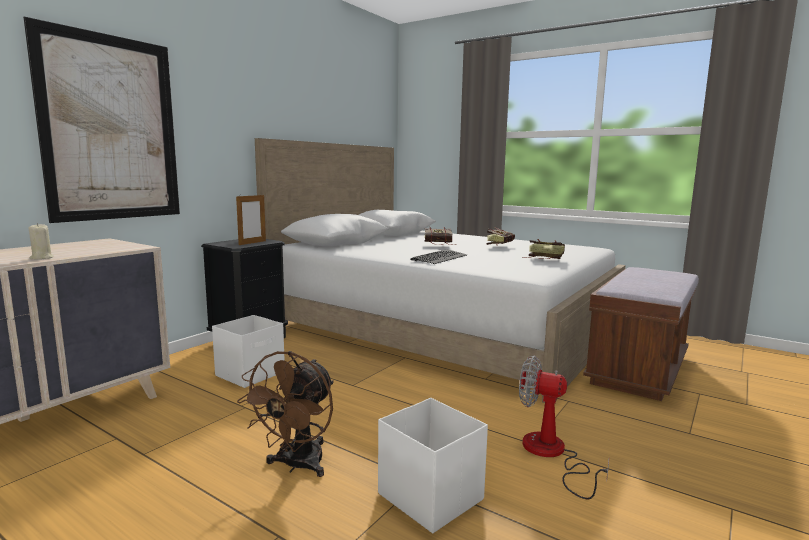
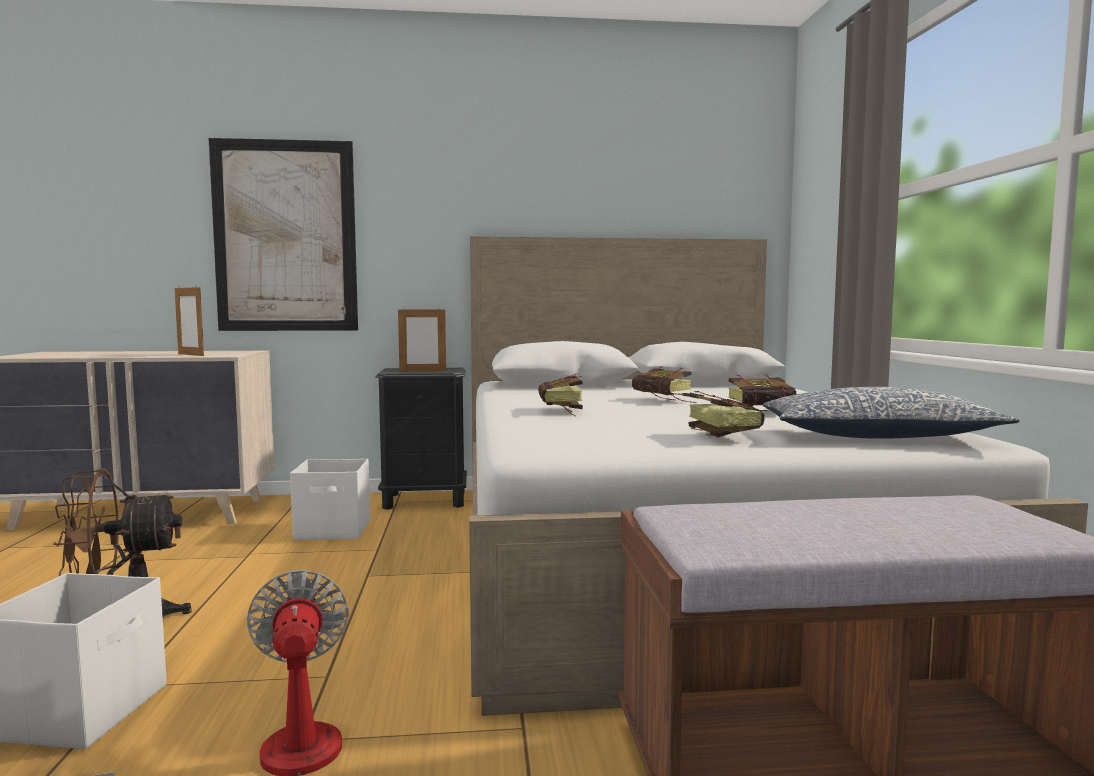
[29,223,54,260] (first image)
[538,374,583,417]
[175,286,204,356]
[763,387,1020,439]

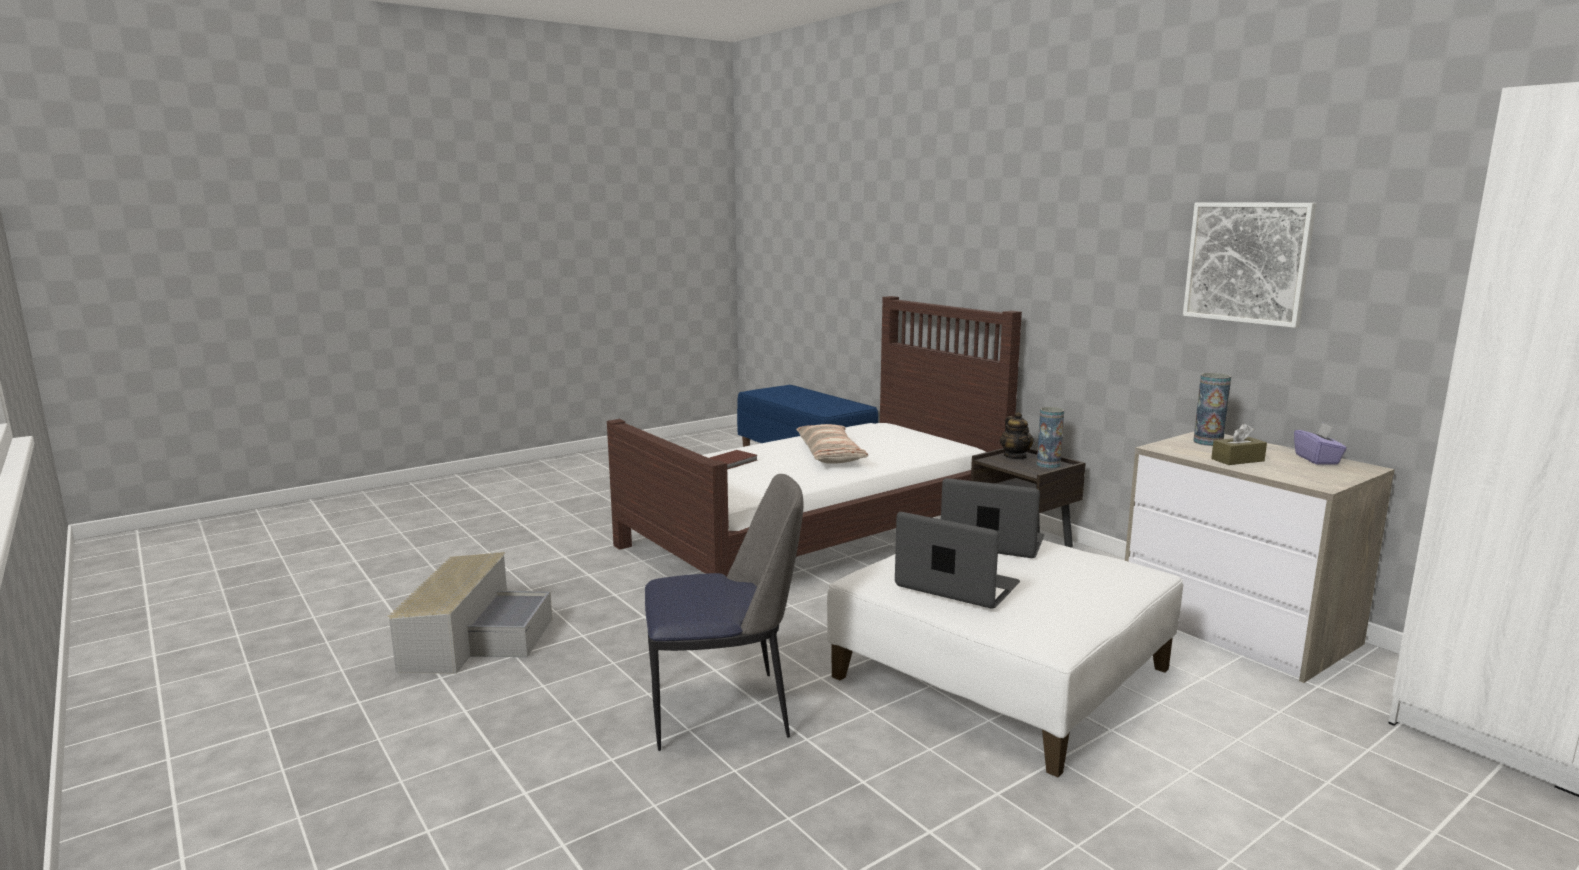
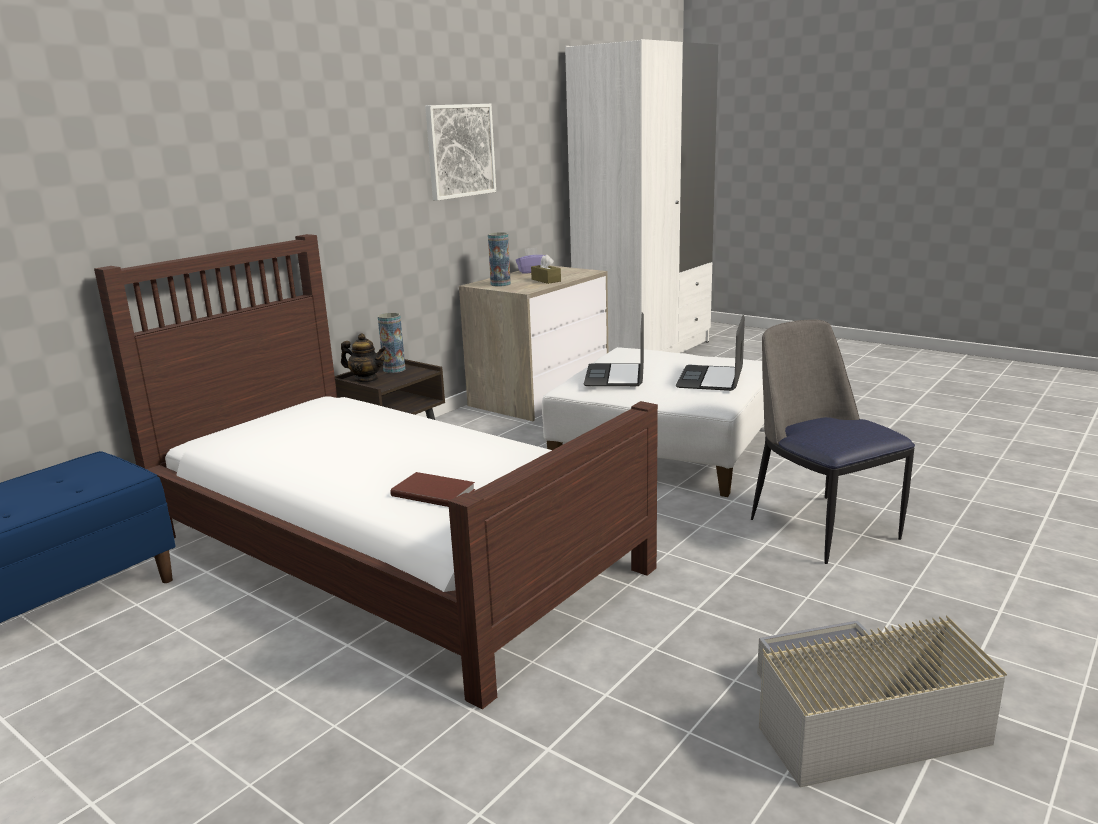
[796,424,868,464] (first image)
[341,333,386,382]

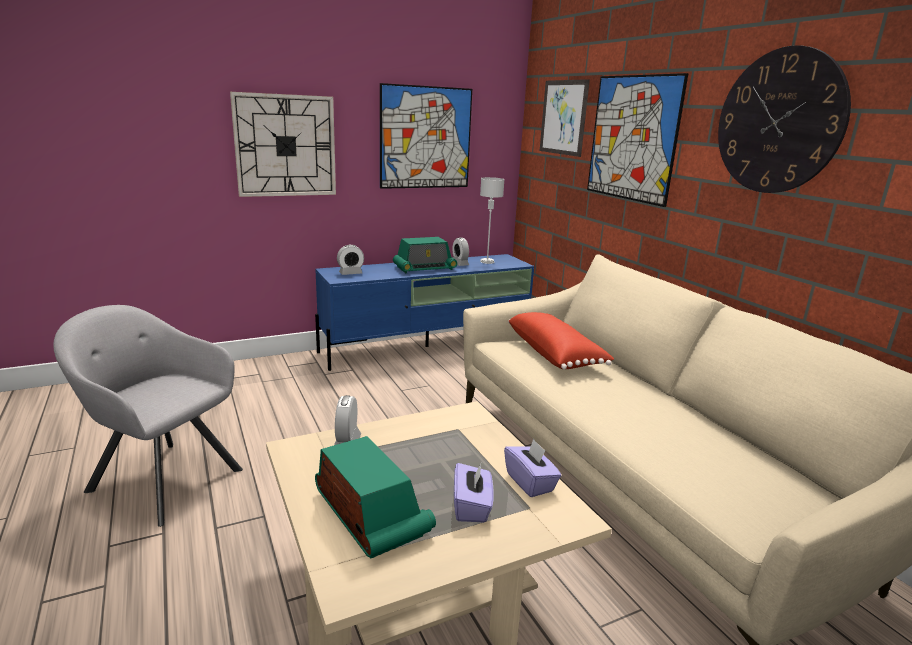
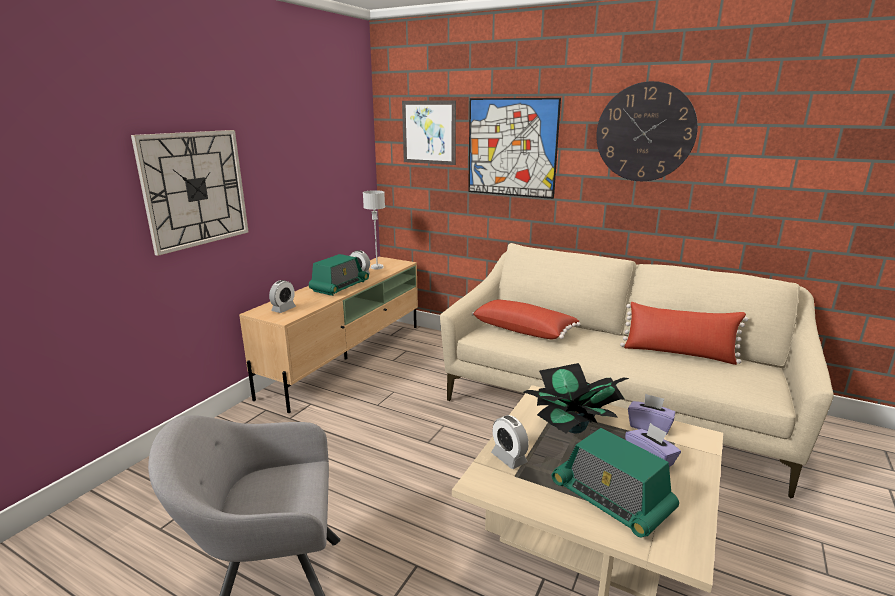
[239,257,418,413]
[552,428,679,538]
[380,83,472,189] (first image)
[523,363,629,434]
[620,302,749,365]

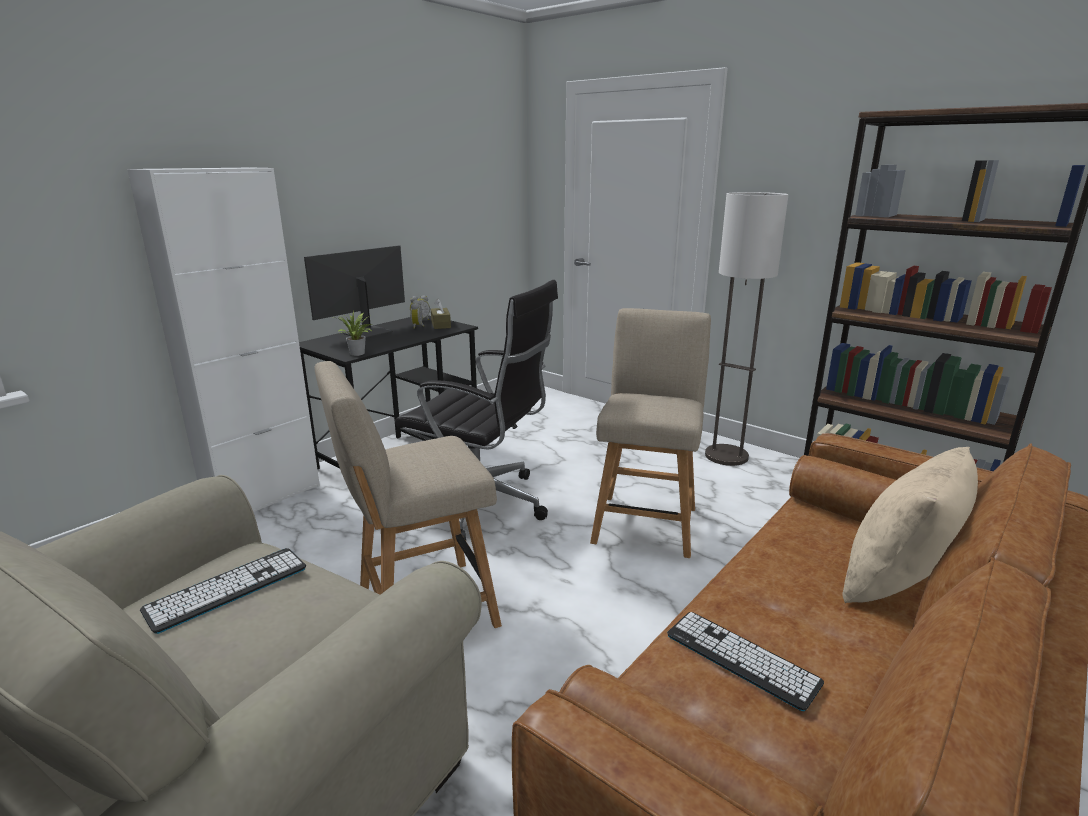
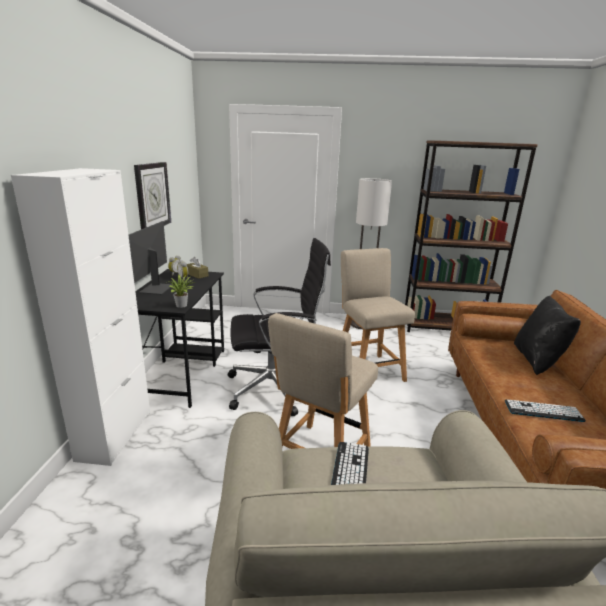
[514,296,581,375]
[134,162,171,229]

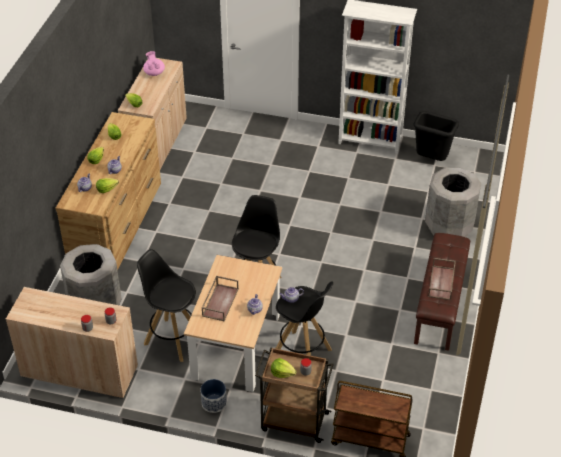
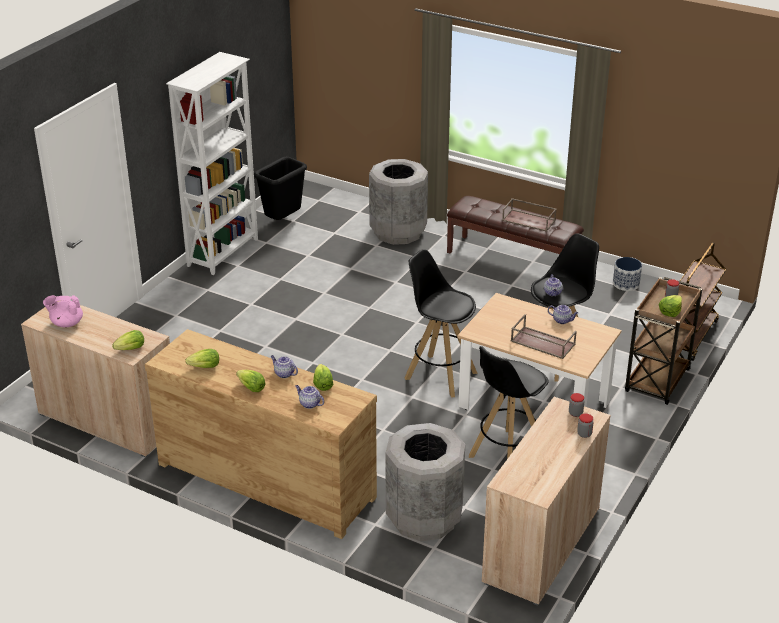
[613,257,642,291]

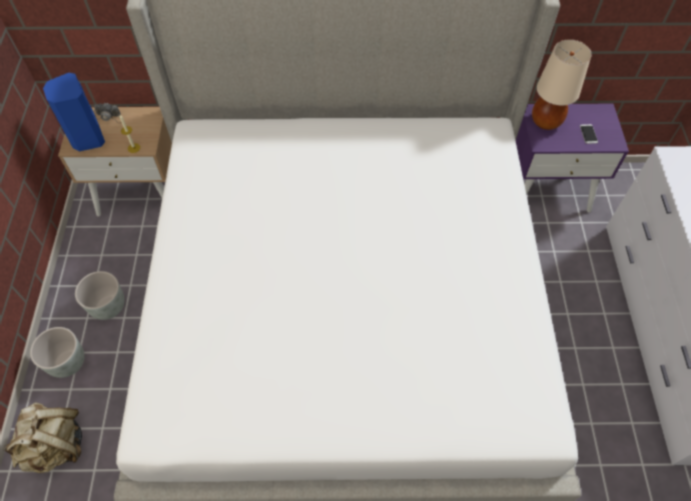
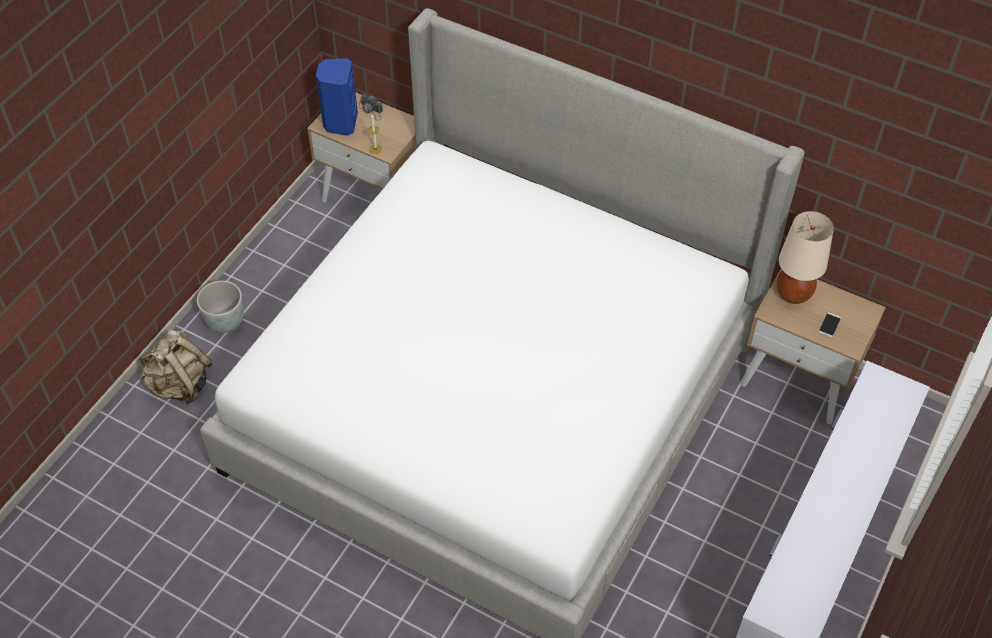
[75,271,125,320] (first image)
[741,269,886,424]

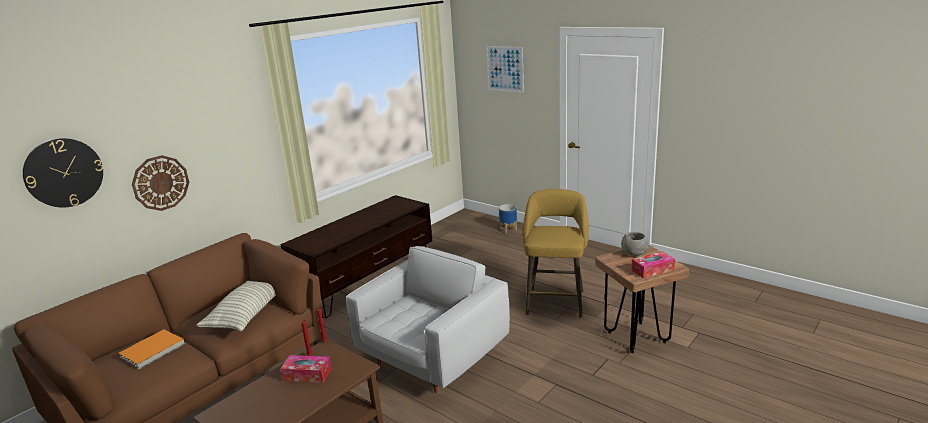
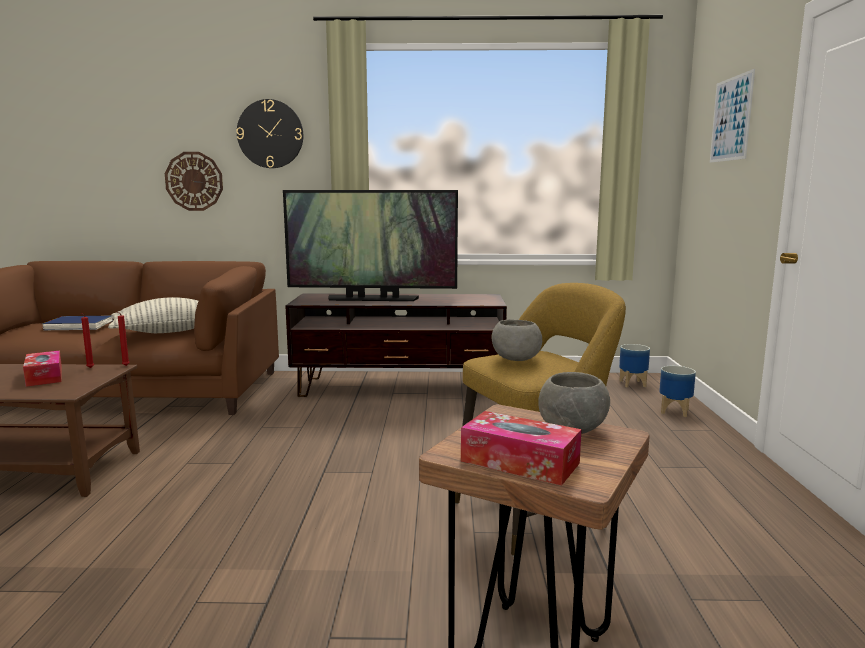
[236,99,303,168]
[42,316,113,330]
[346,246,510,393] (first image)
[283,190,458,301]
[492,319,542,361]
[619,344,650,387]

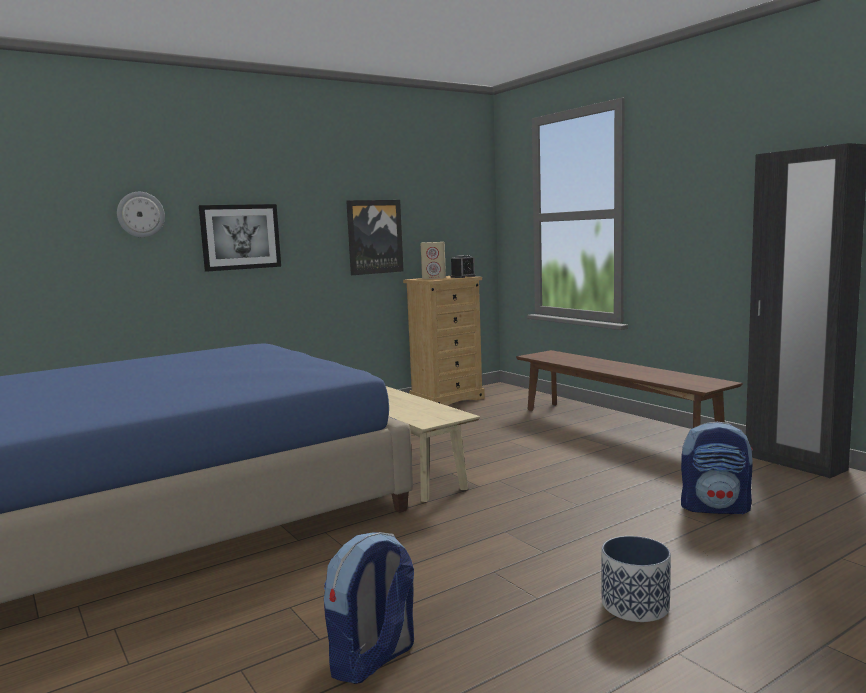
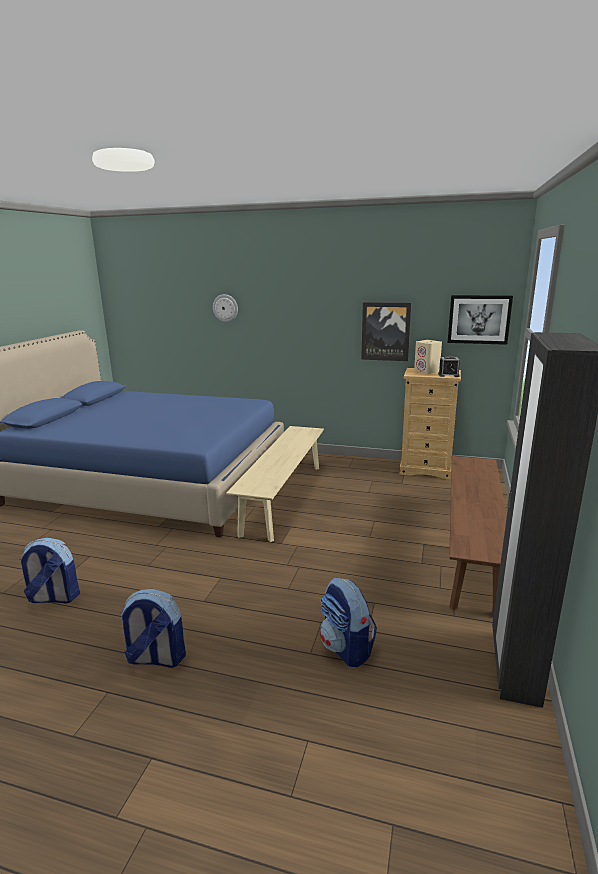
[448,295,513,345]
[121,589,186,668]

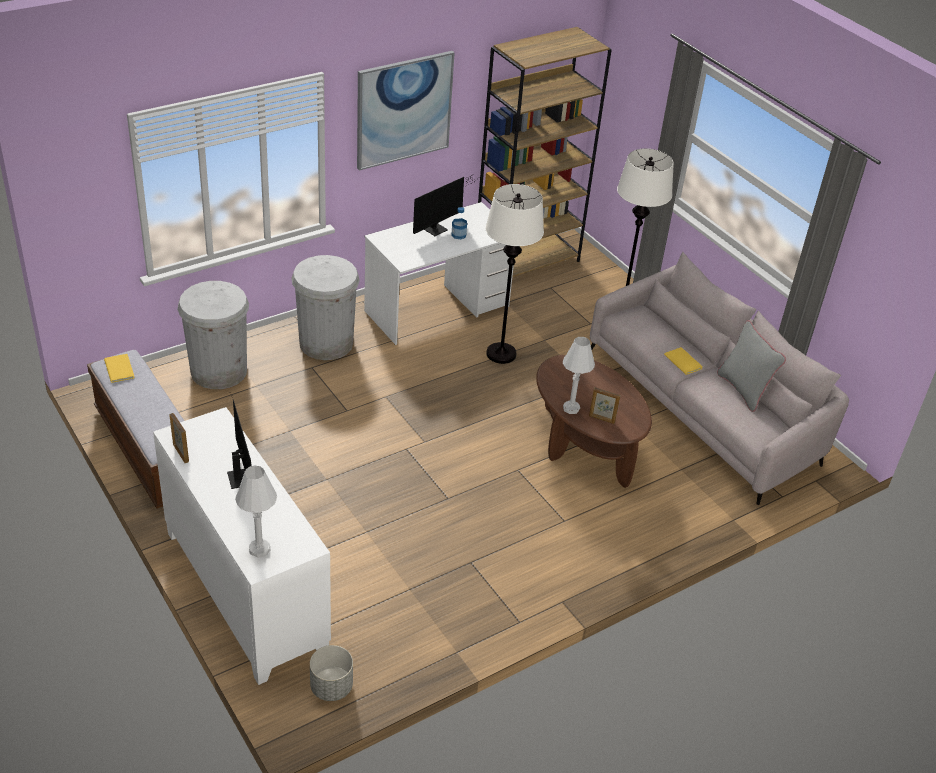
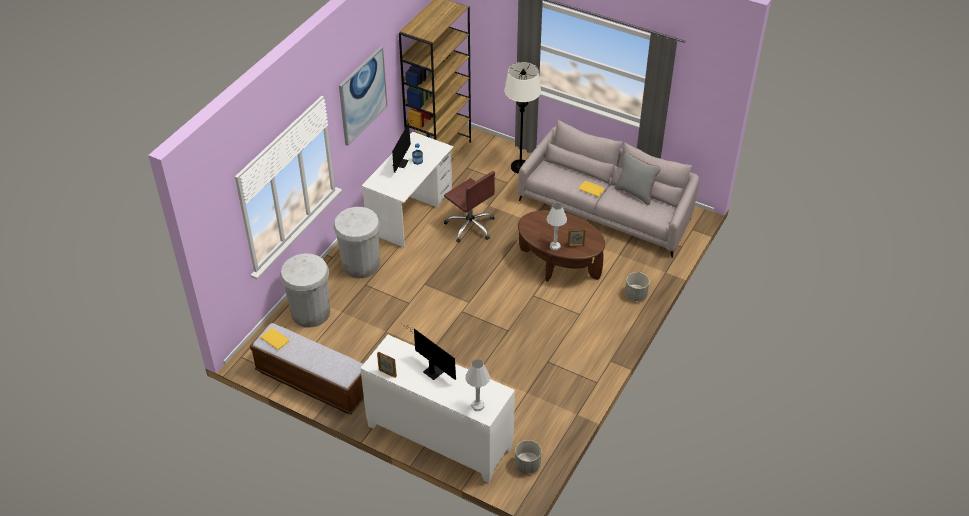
[444,171,495,243]
[625,272,649,301]

